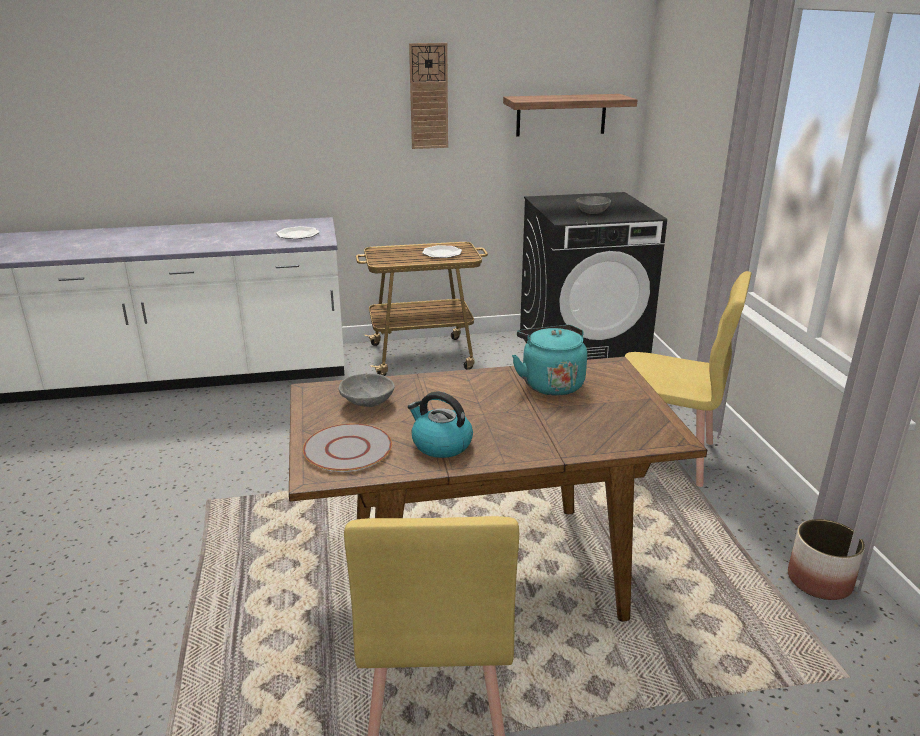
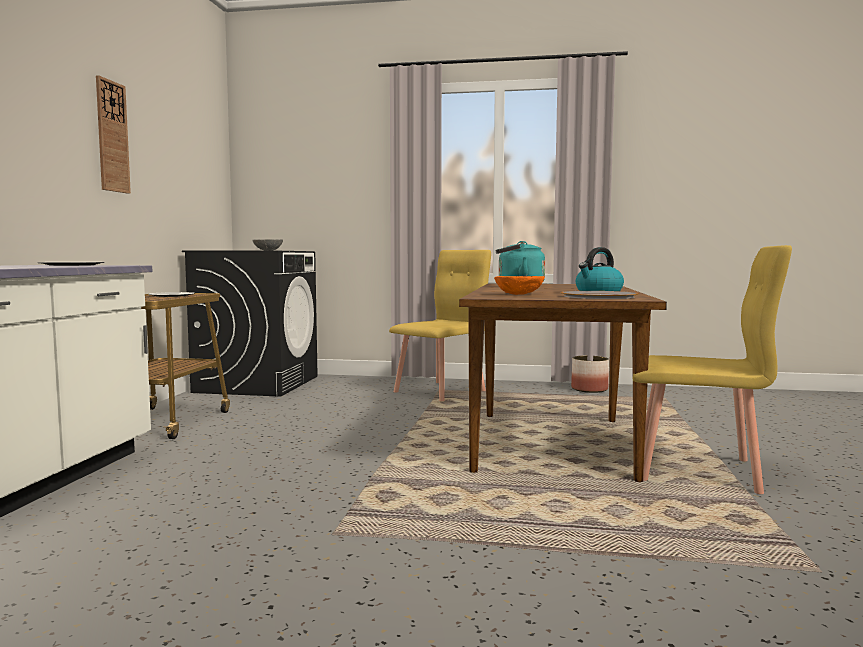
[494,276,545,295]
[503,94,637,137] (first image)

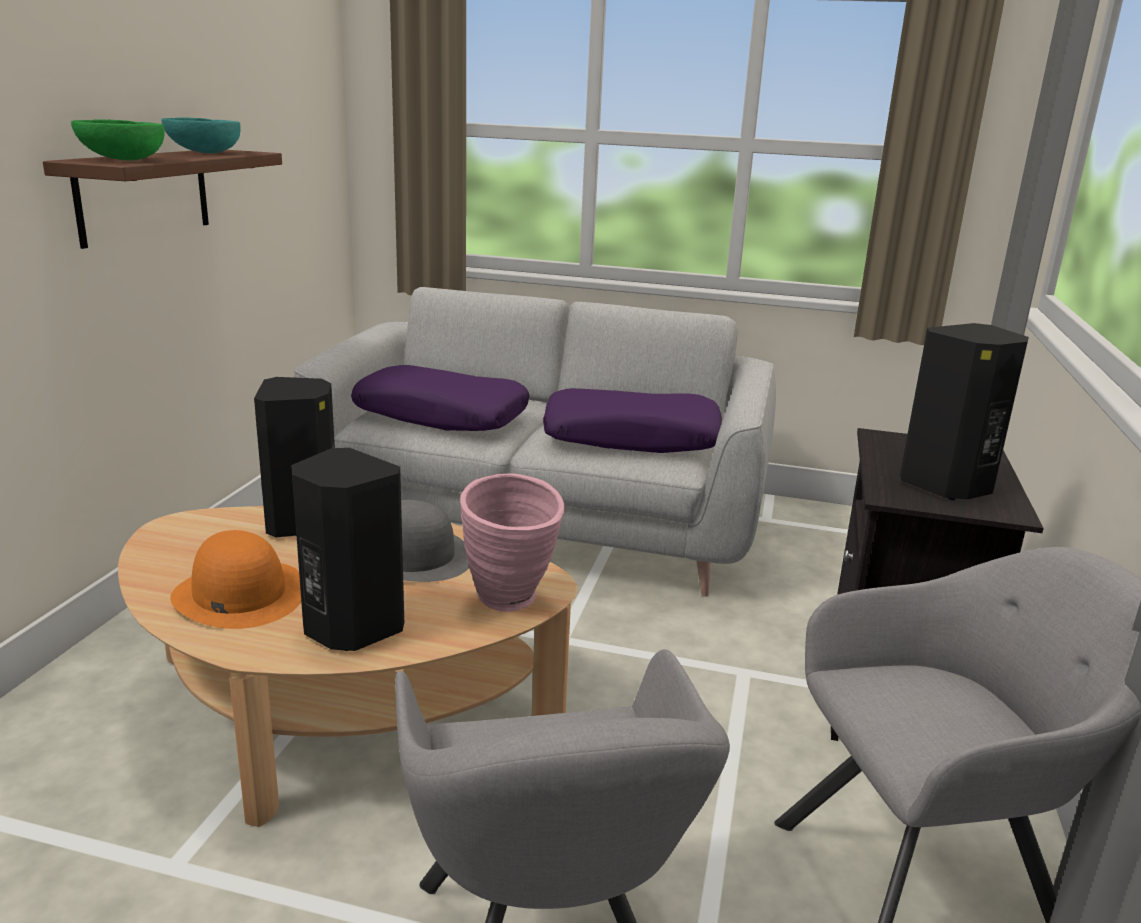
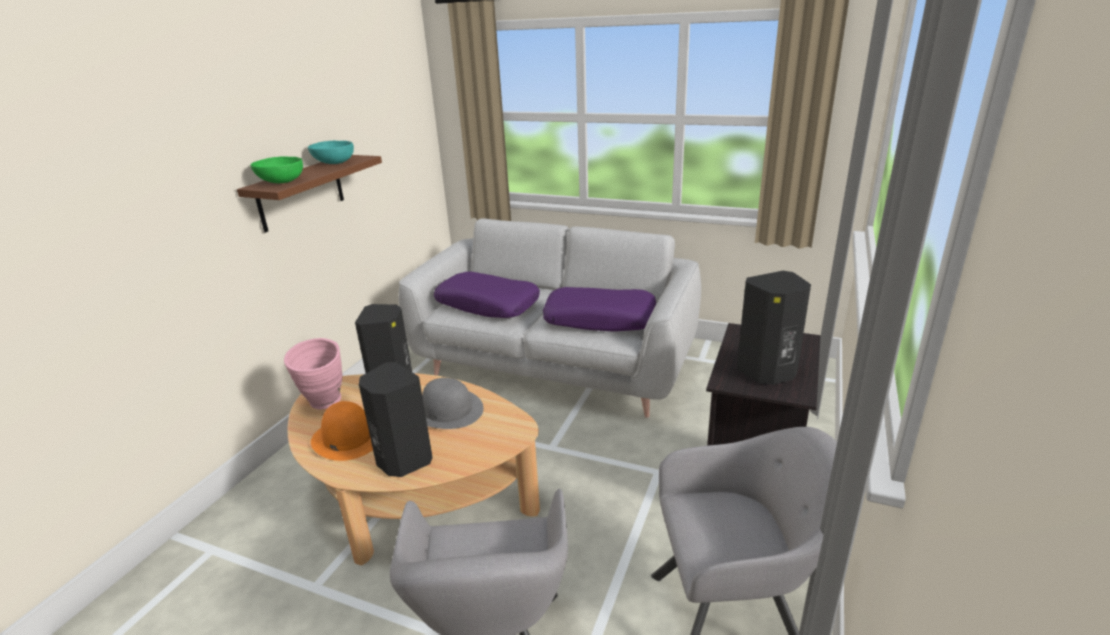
[284,338,343,409]

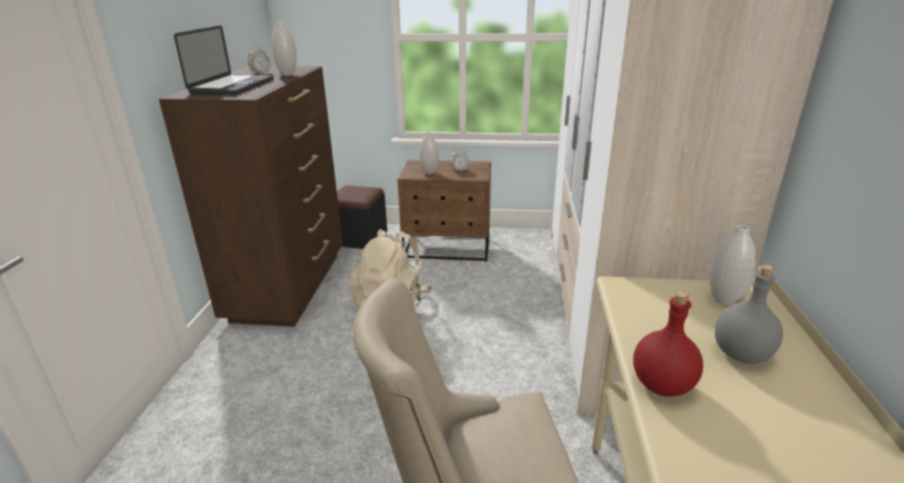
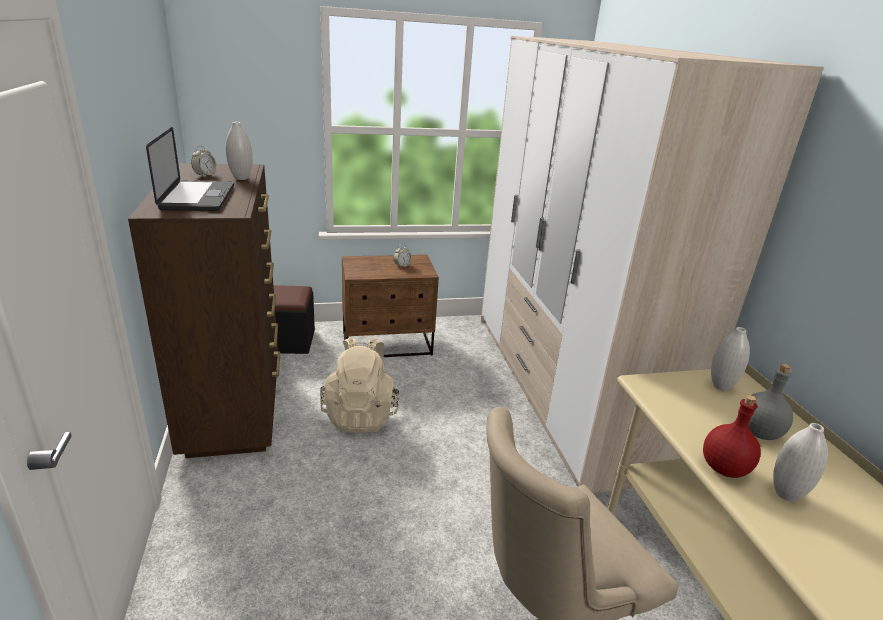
[773,423,828,501]

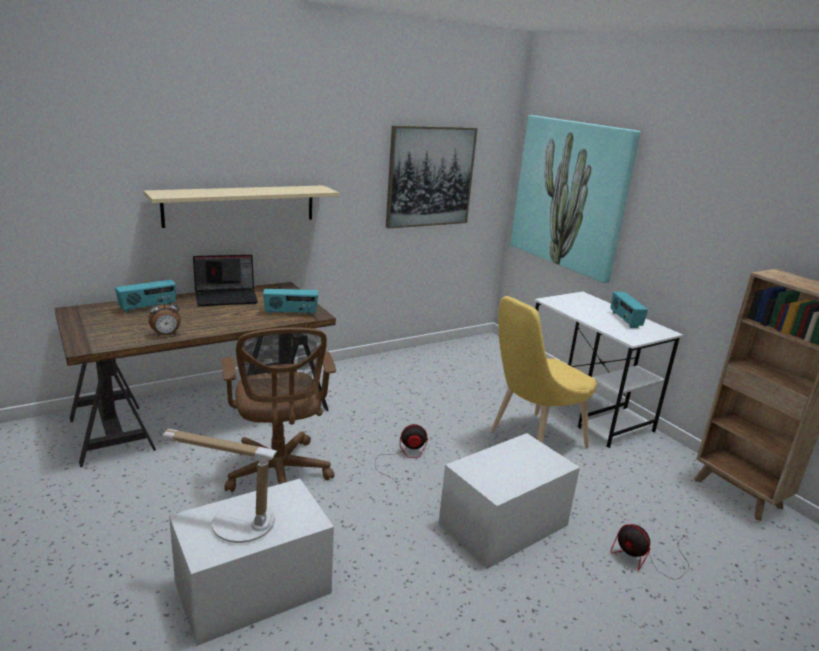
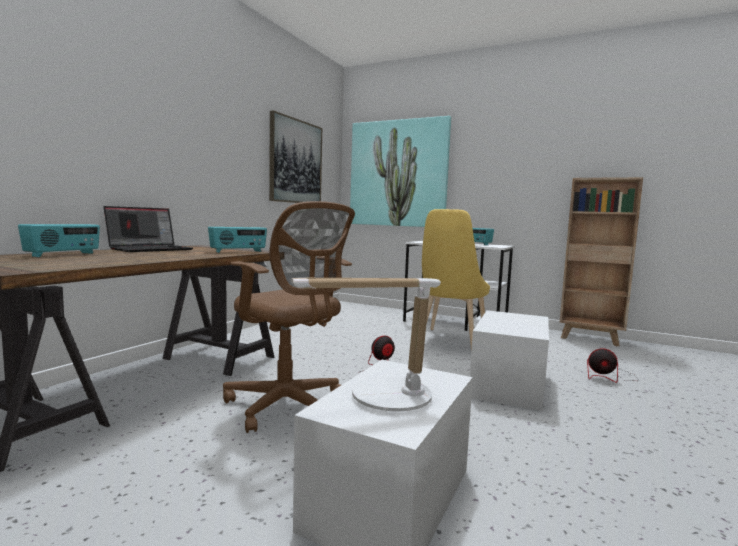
[144,185,339,228] (first image)
[148,297,181,336] (first image)

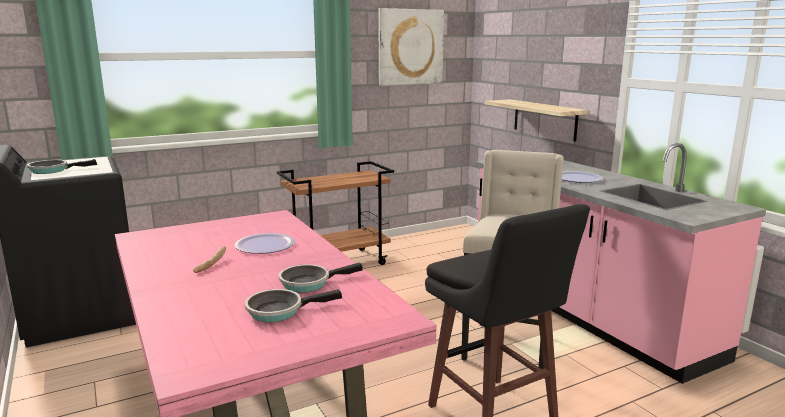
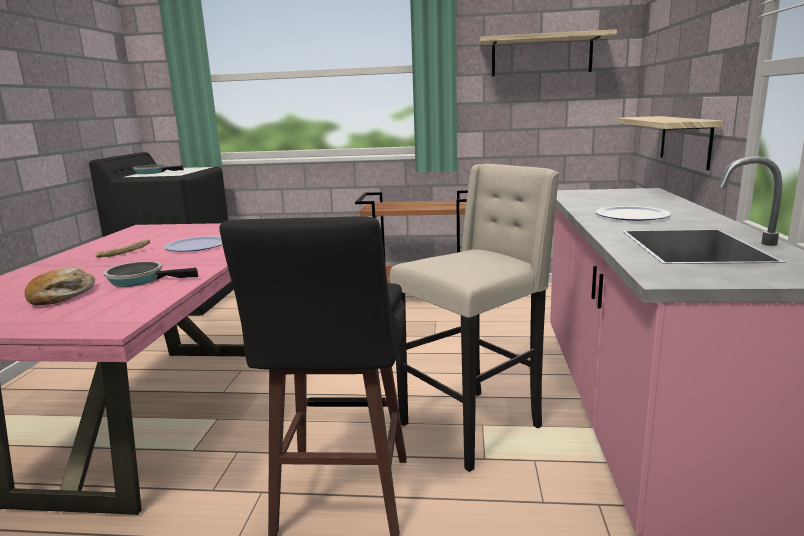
[25,267,95,306]
[479,29,617,76]

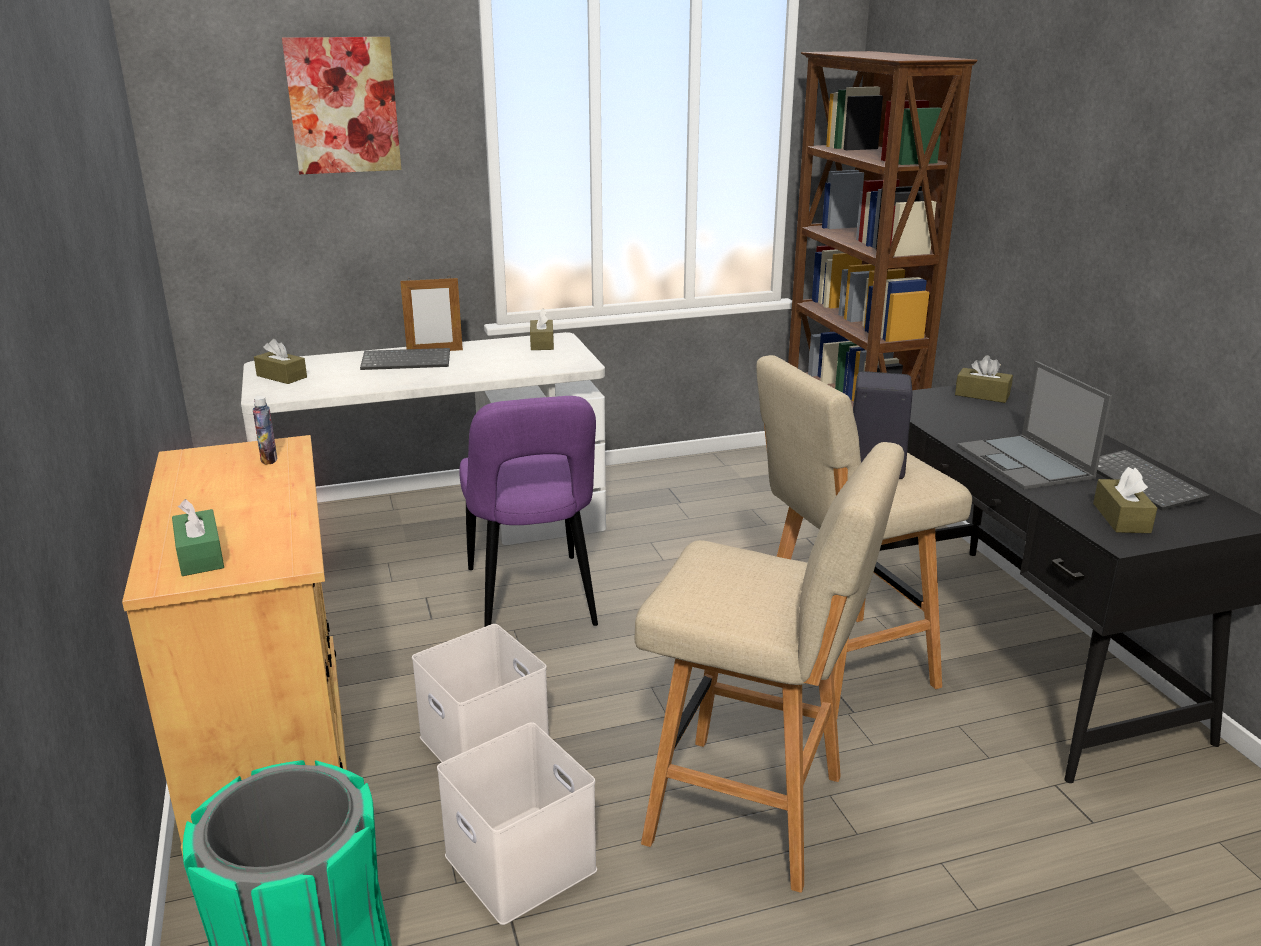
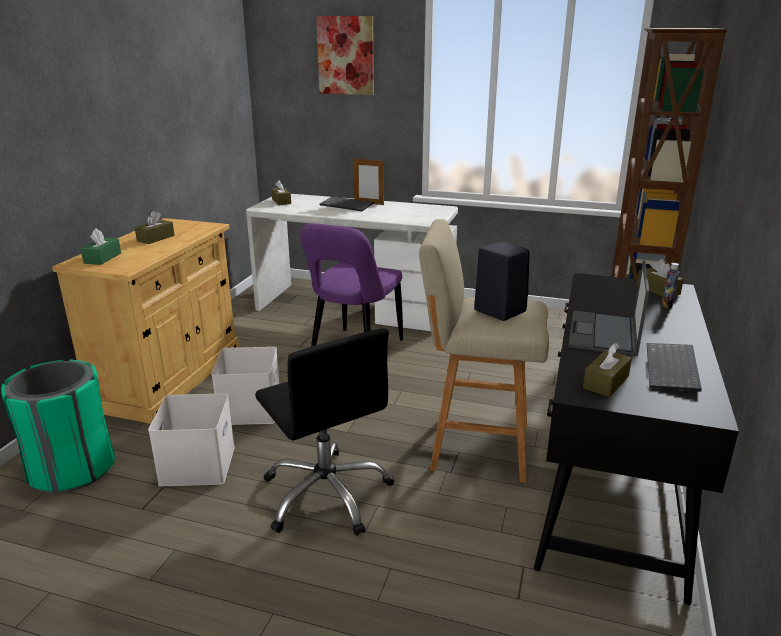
[662,263,679,309]
[135,211,175,244]
[255,328,394,536]

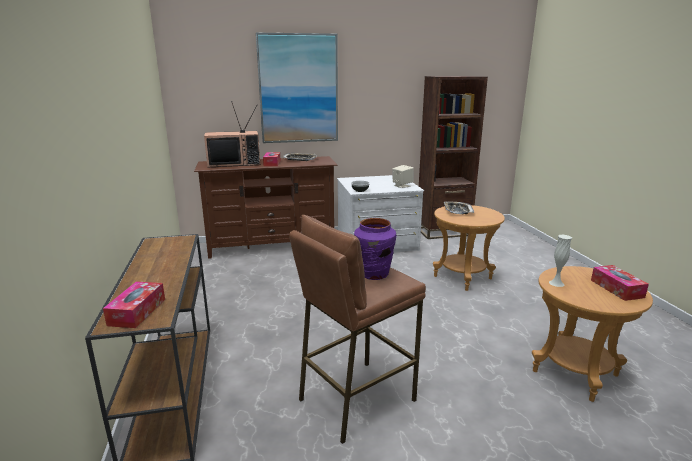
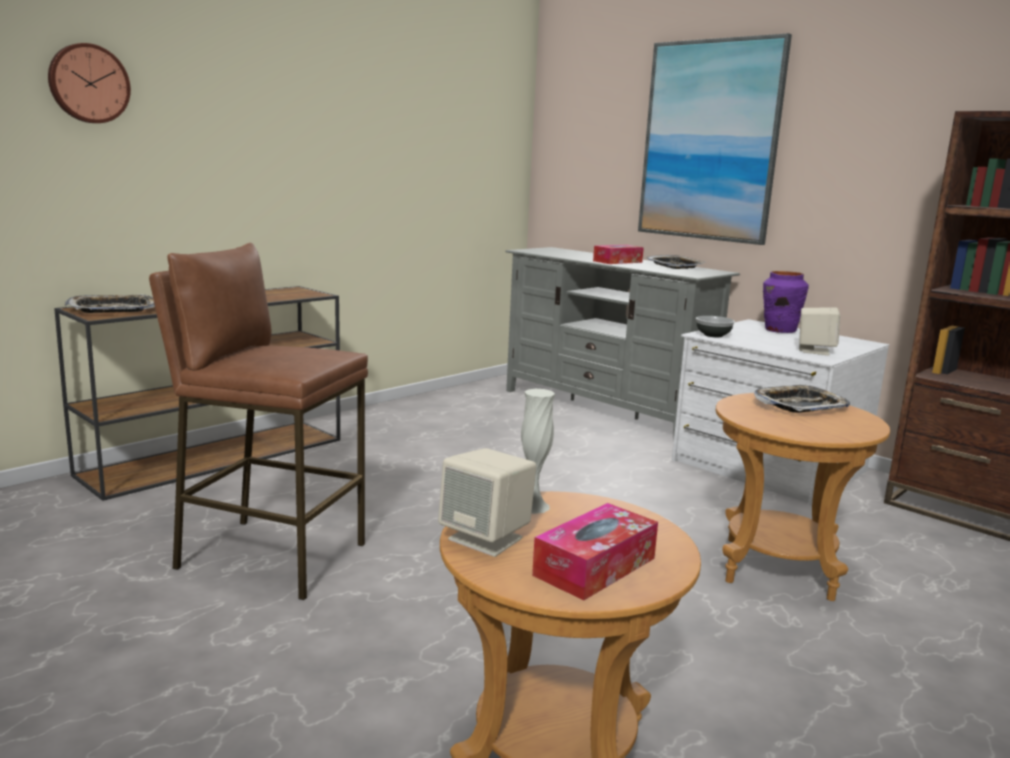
[65,294,155,313]
[505,247,740,442]
[204,101,260,167] (first image)
[763,271,809,333]
[48,43,131,123]
[438,448,536,557]

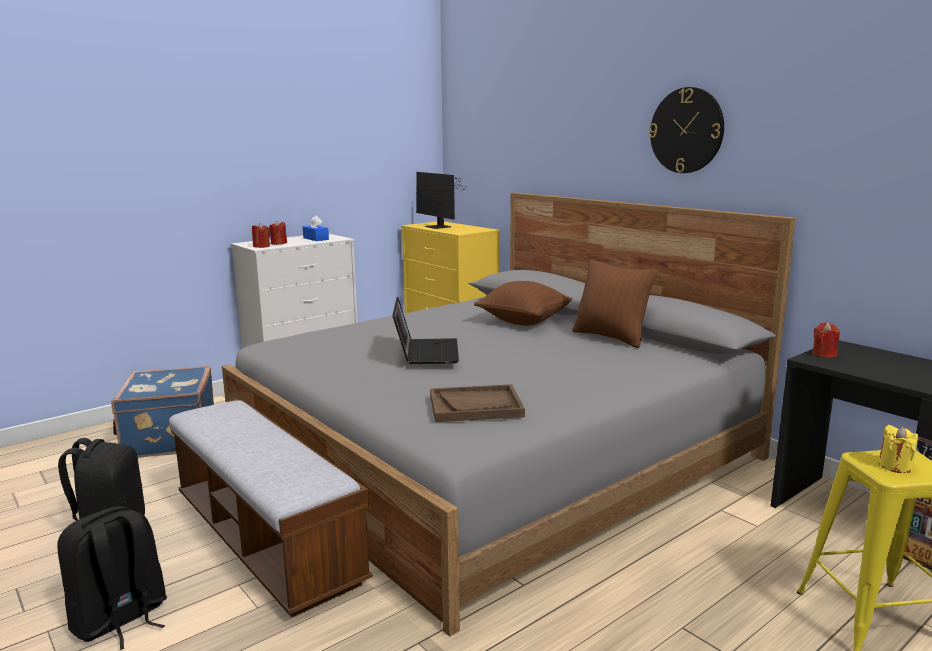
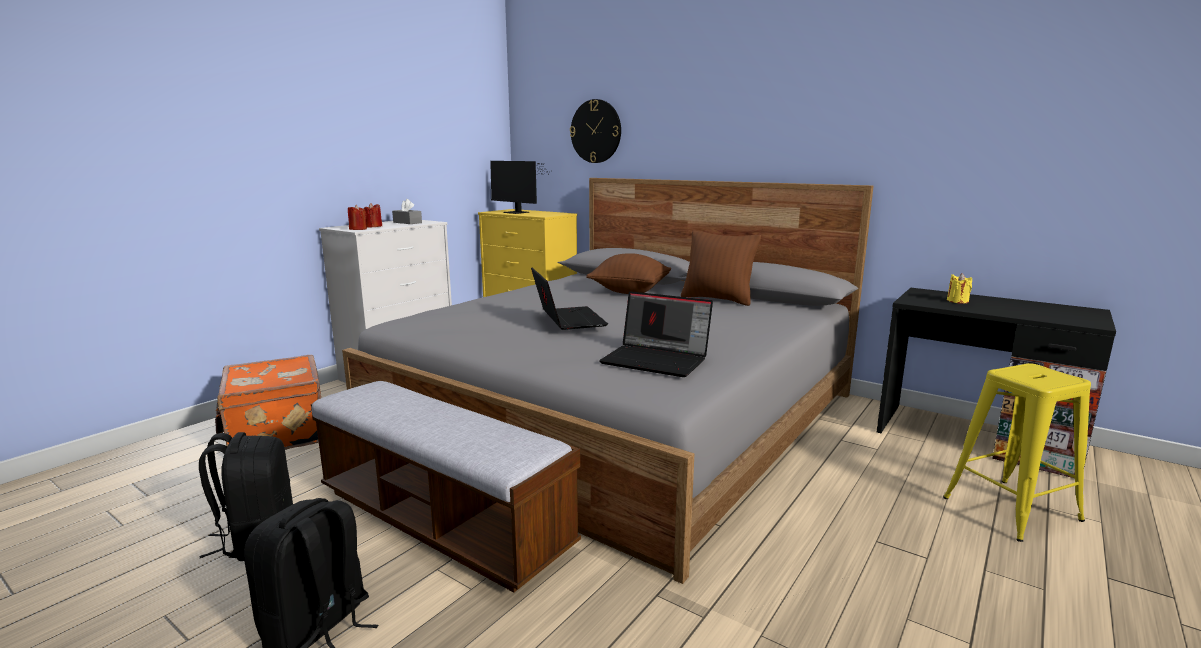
[215,355,321,450]
[392,199,422,224]
[599,291,713,377]
[570,99,621,163]
[812,322,840,357] (first image)
[947,273,972,304]

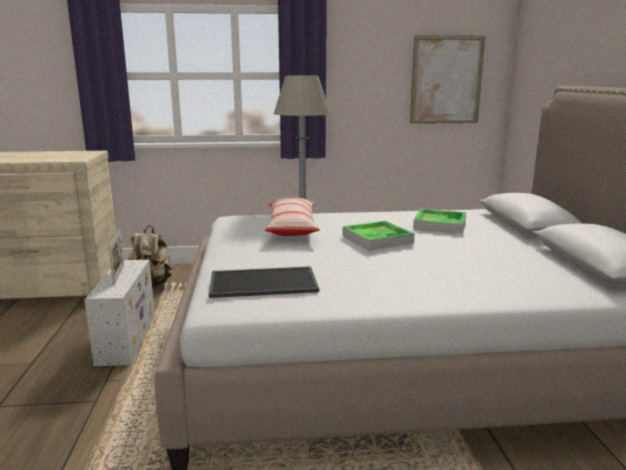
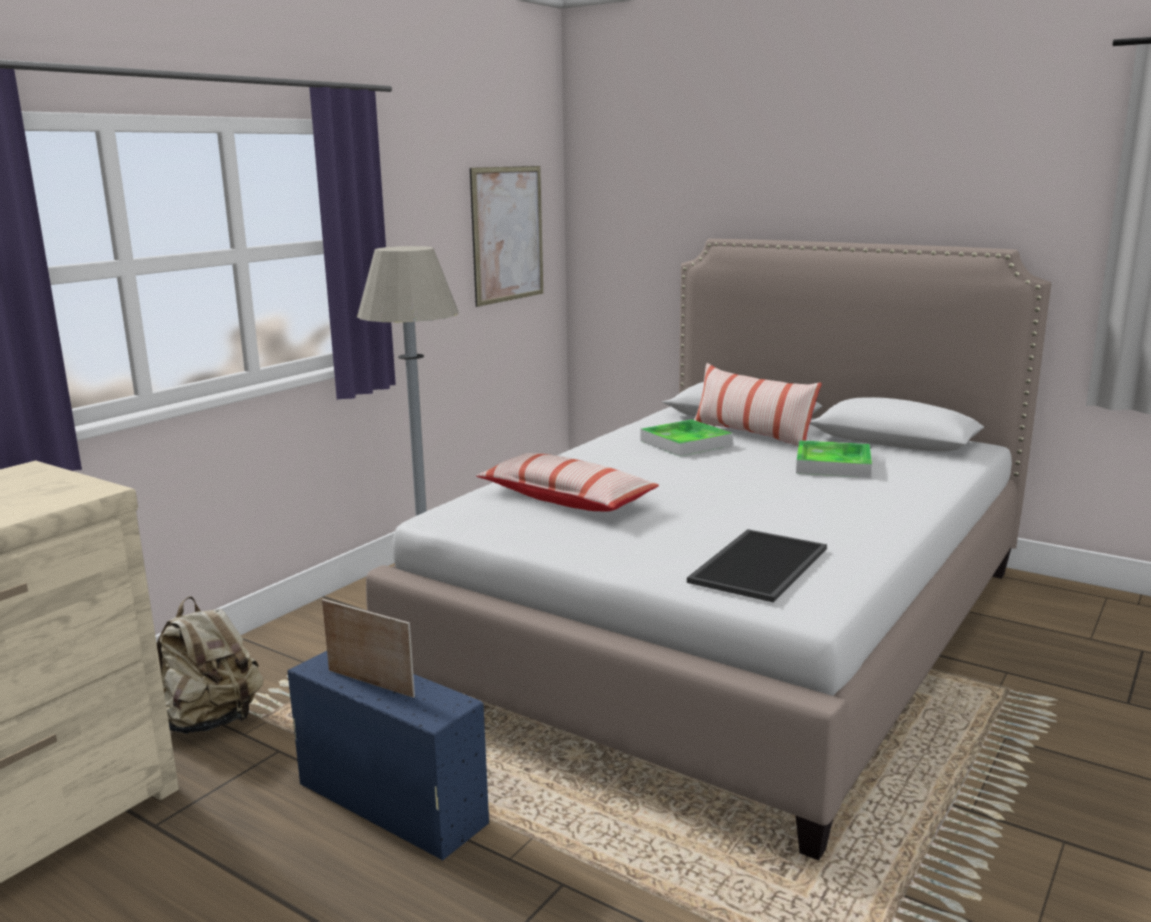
[287,651,489,861]
[796,440,872,478]
[694,363,822,446]

